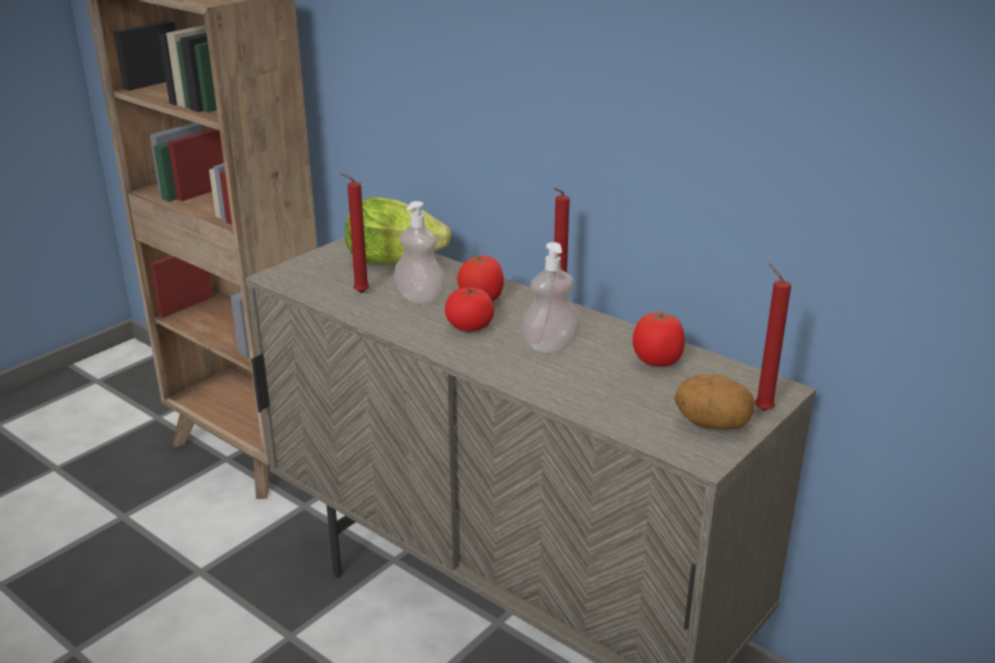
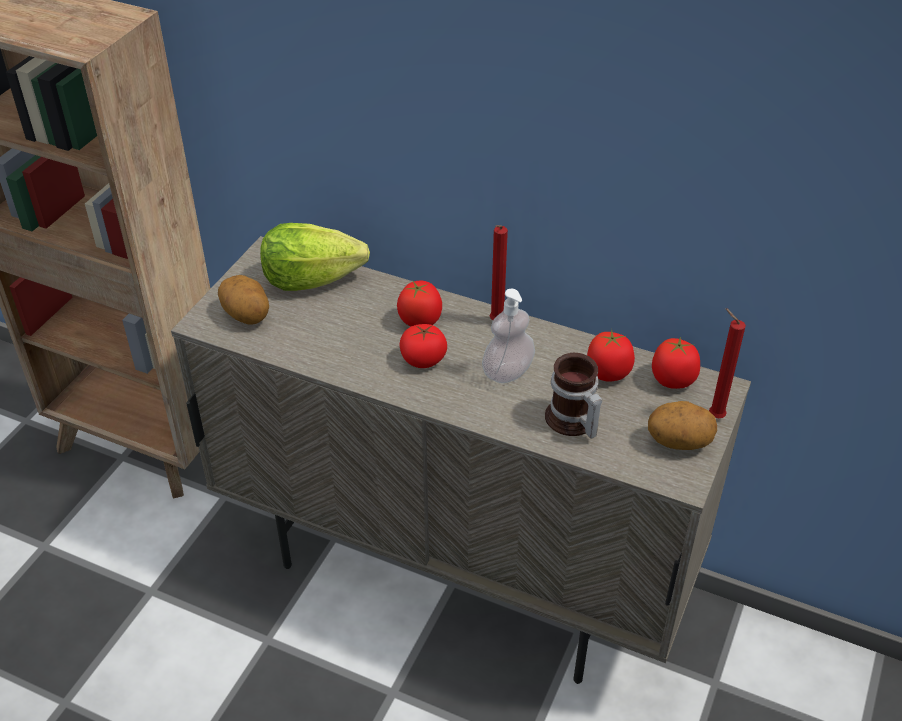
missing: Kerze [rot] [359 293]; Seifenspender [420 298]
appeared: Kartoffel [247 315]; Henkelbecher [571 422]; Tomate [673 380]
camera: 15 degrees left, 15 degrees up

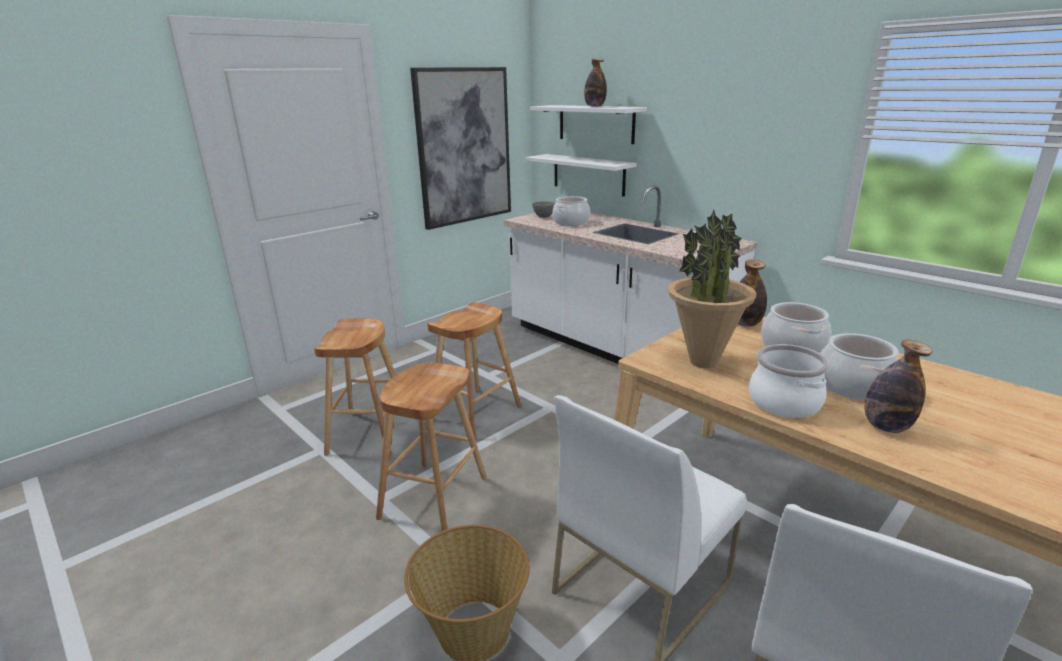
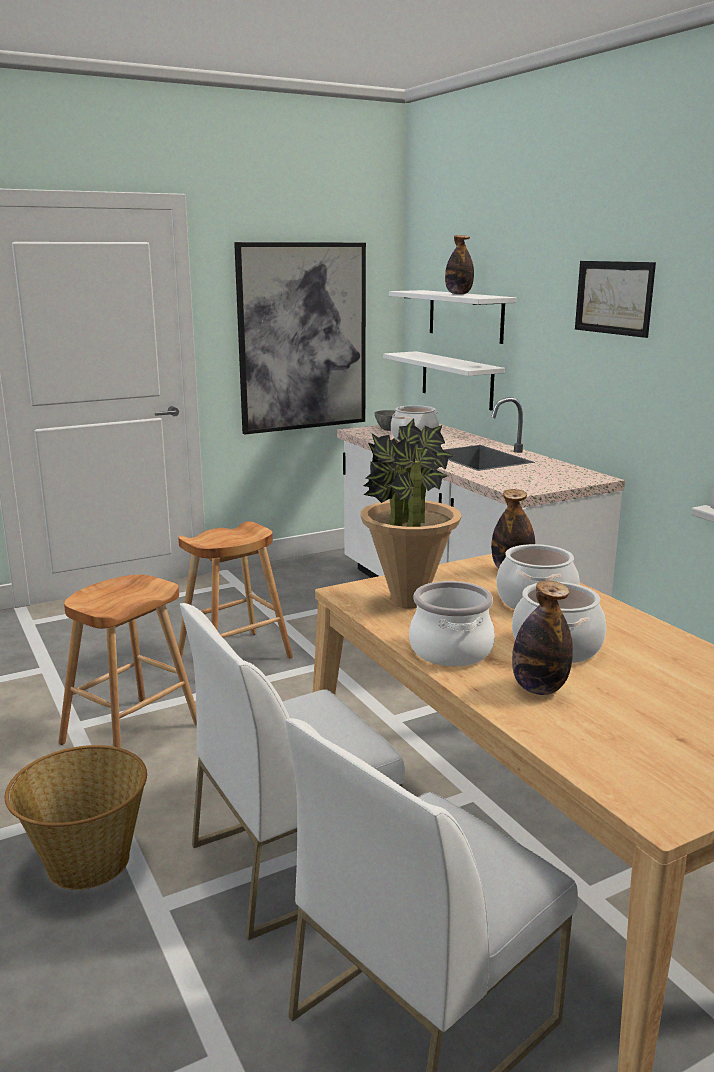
missing: Hocker [braun] [368 432]
appeared: Bild [614 297]
camera: 15 degrees right, 5 degrees down

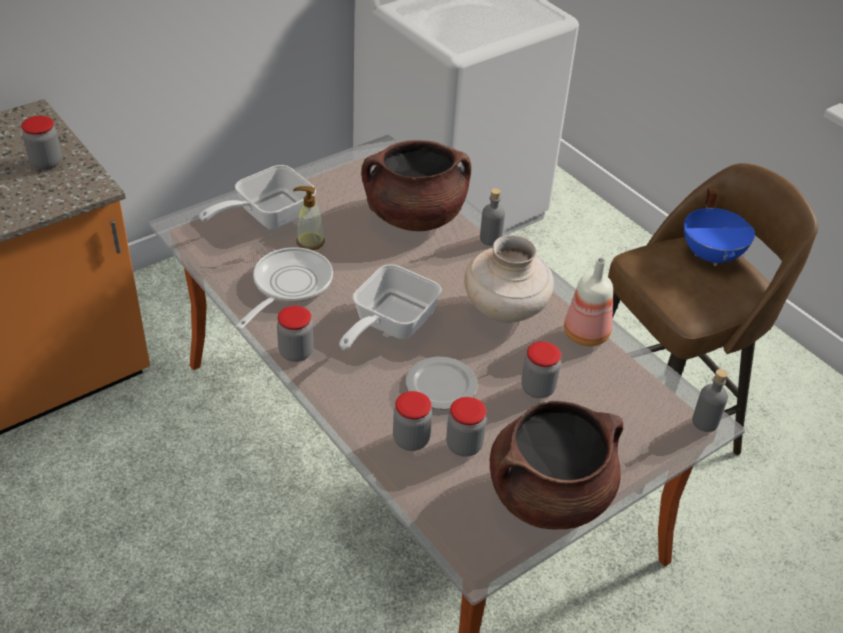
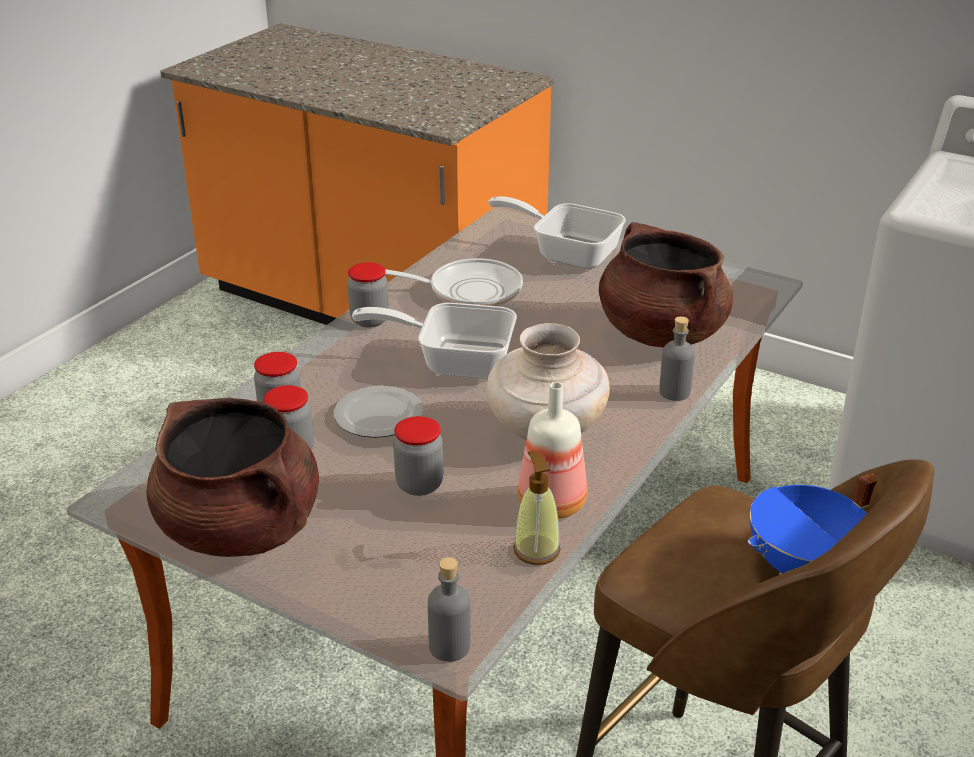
missing: Vorratsglas [46 163]
relocated: Seifenspender [310 242] to [536 550]
camera: 70 degrees right, 10 degrees down

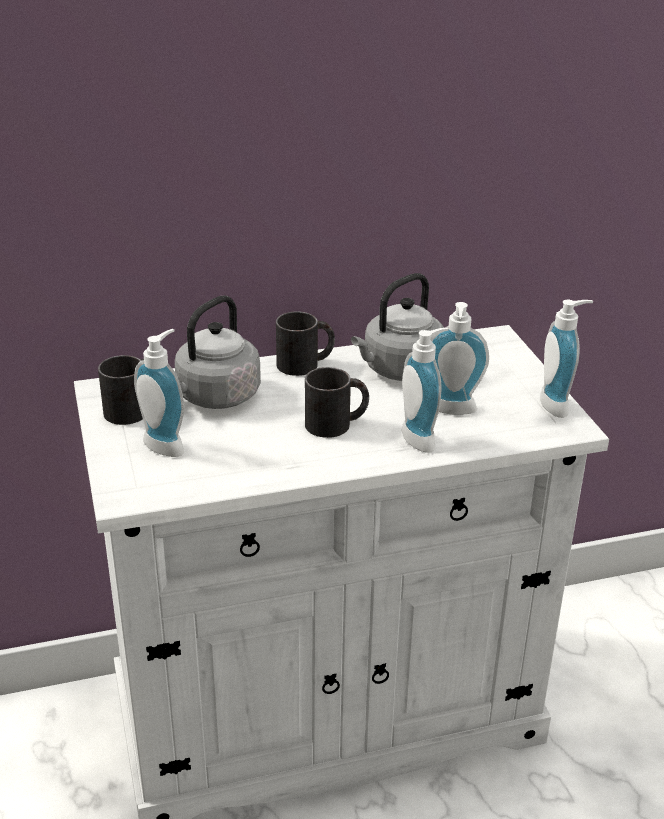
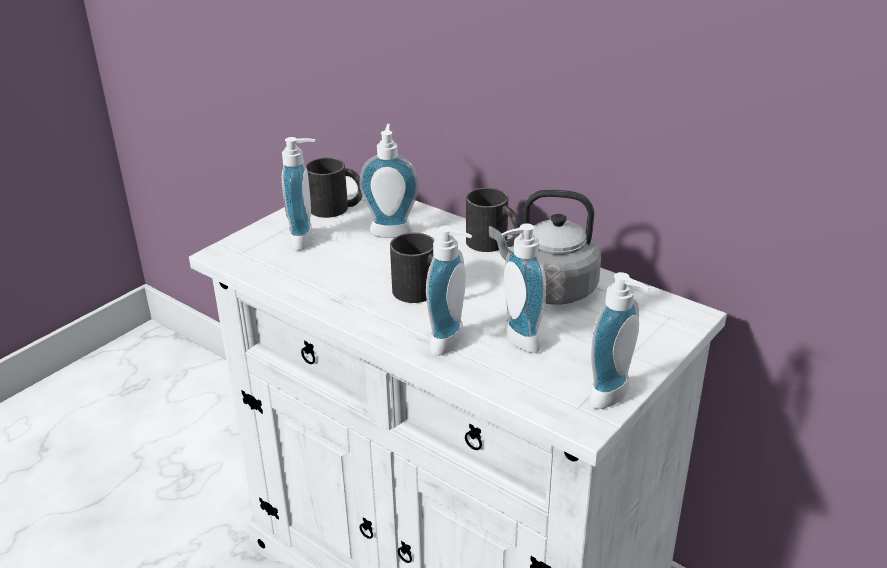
exchanged: Wasserkessel [grau] [215 397] to Seifenspender [391 230]
camera: 55 degrees right, 0 degrees up

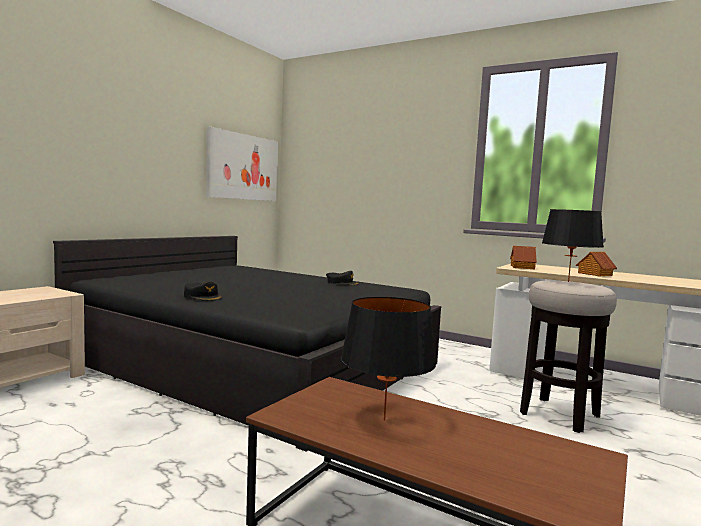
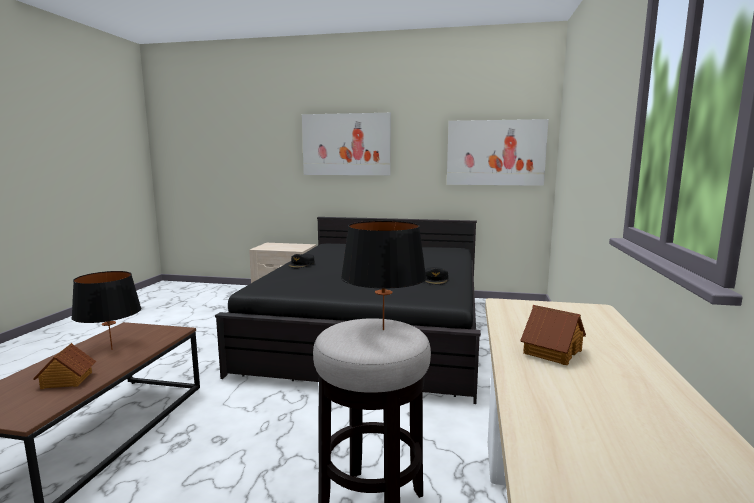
appeared: Bild [346 144]
relocated: Spielzeughaus [522 267] to [66 380]
camera: 70 degrees right, 5 degrees up

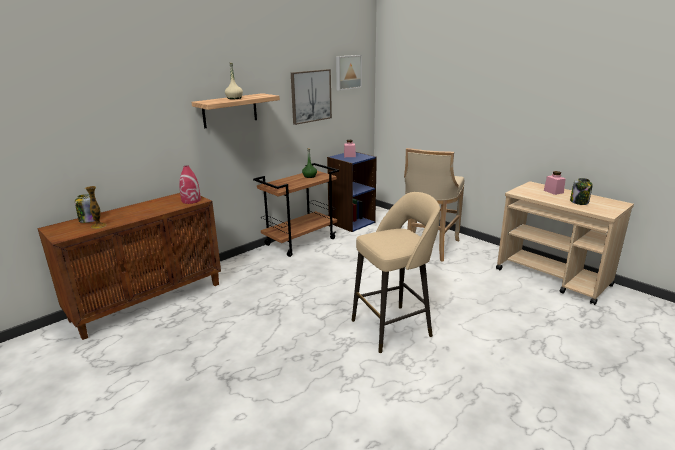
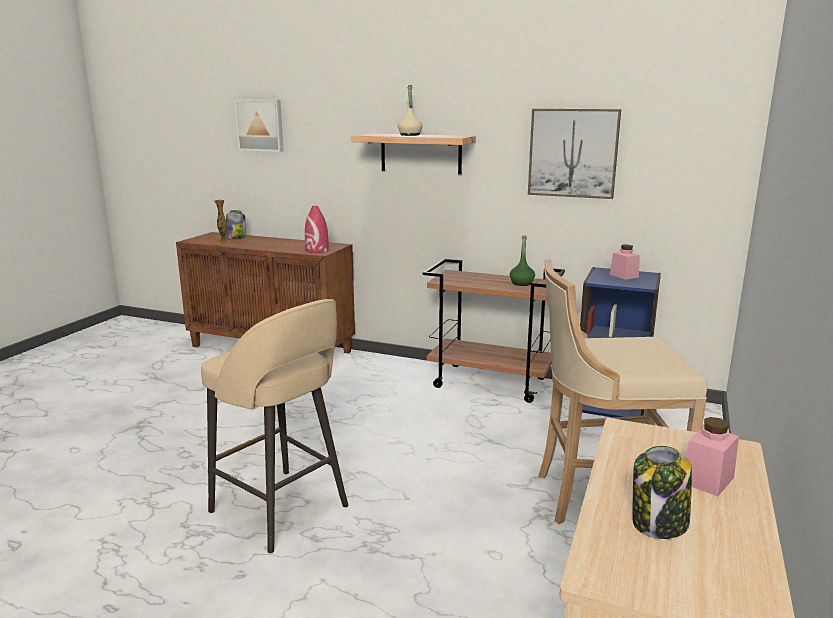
relocated: Bild [347 72] to [260 125]
camera: 65 degrees right, 5 degrees down

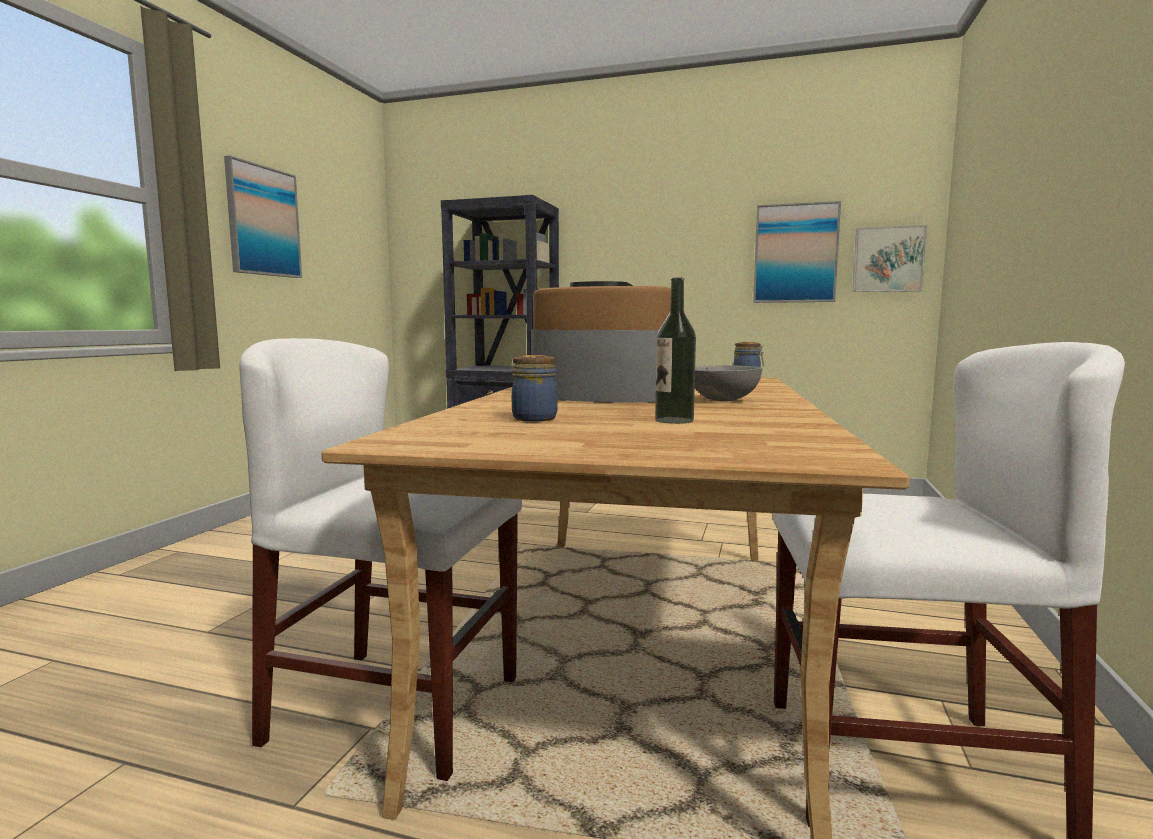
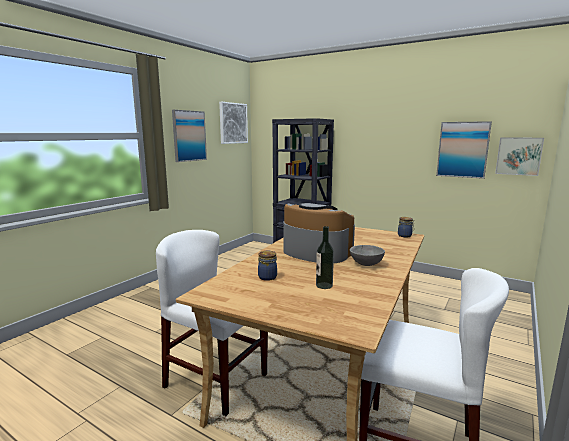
appeared: Bild [233 123]
camera: 15 degrees right, 5 degrees up

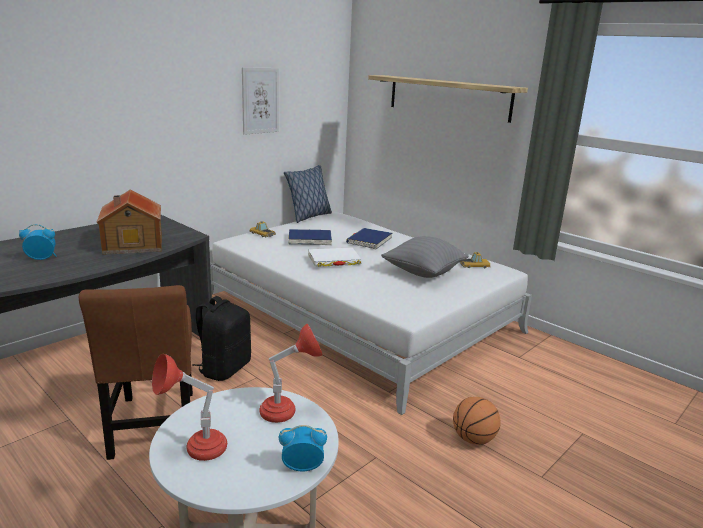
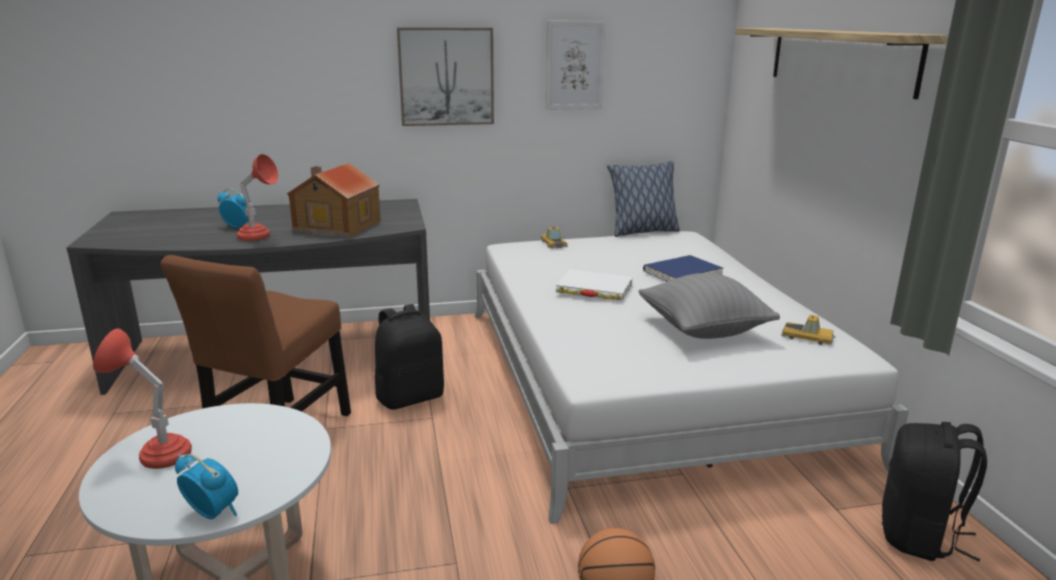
missing: Buch [blau] [310 239]
appeared: Bild [446 77]; Rucksack [schwarz] [919 536]
relocated: Tischlampe [rot] [288 412] to [260 238]
camera: 35 degrees right, 0 degrees up

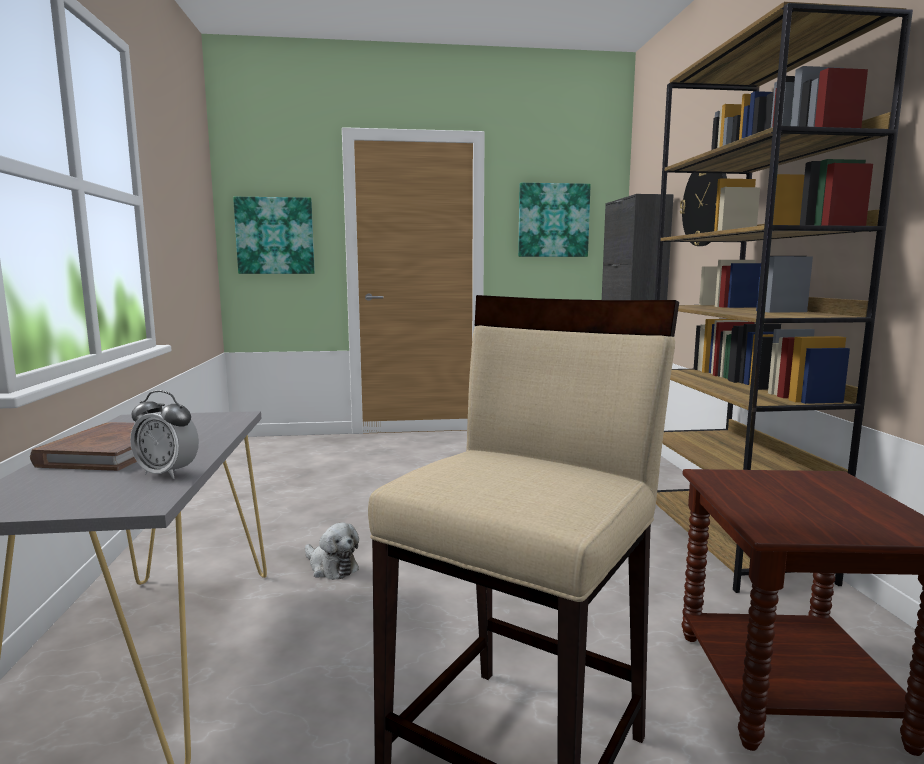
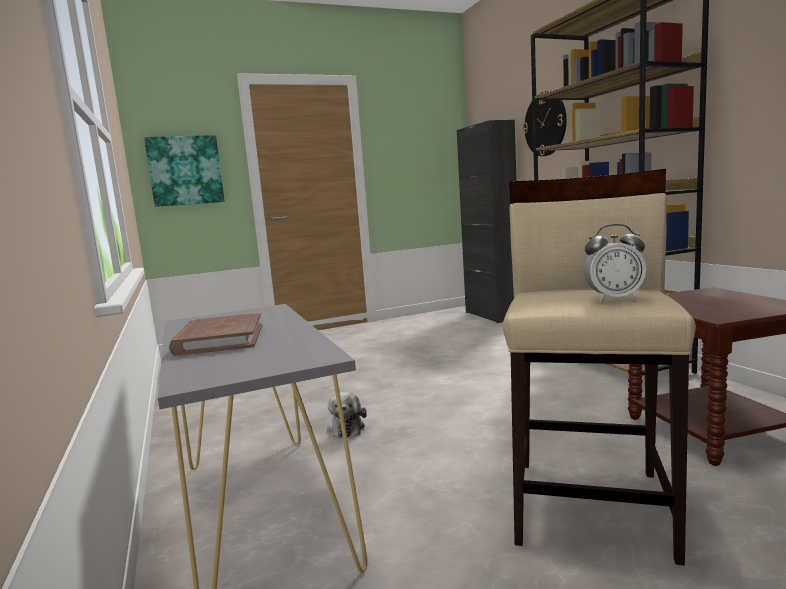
missing: Bild [553 220]
relocated: Wecker [167 473] to [614 299]
spun: Plüschtier [331 567] = [346 427] 60 degrees clockwise
camera: 15 degrees left, 0 degrees up

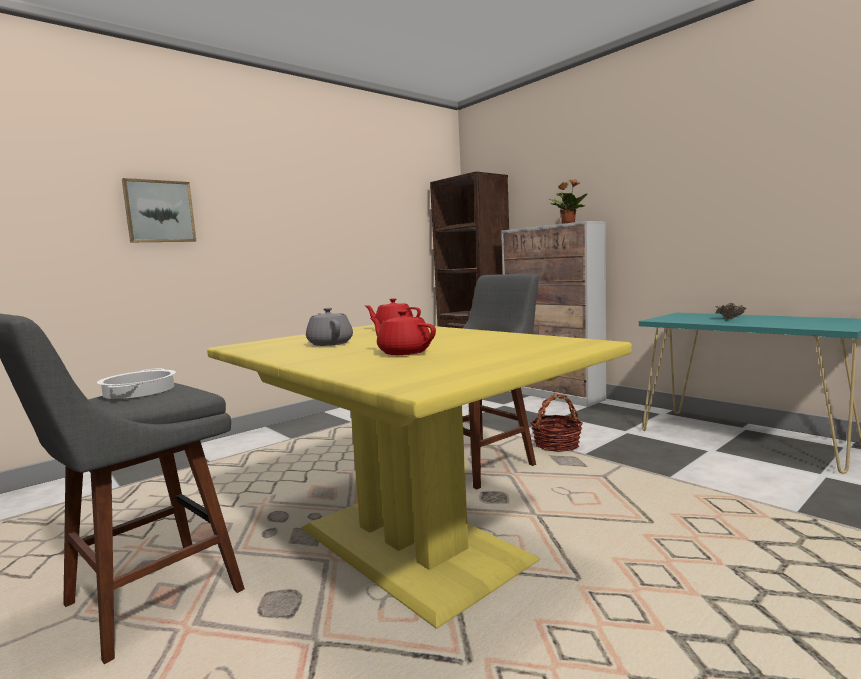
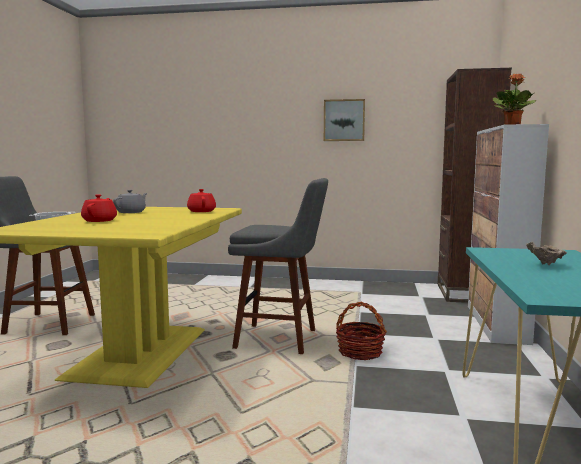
relocated: Bild [159 211] to [344 120]
camera: 50 degrees right, 0 degrees up

